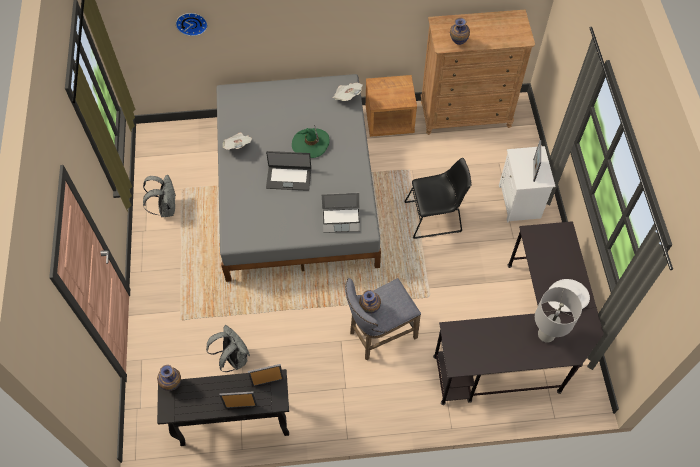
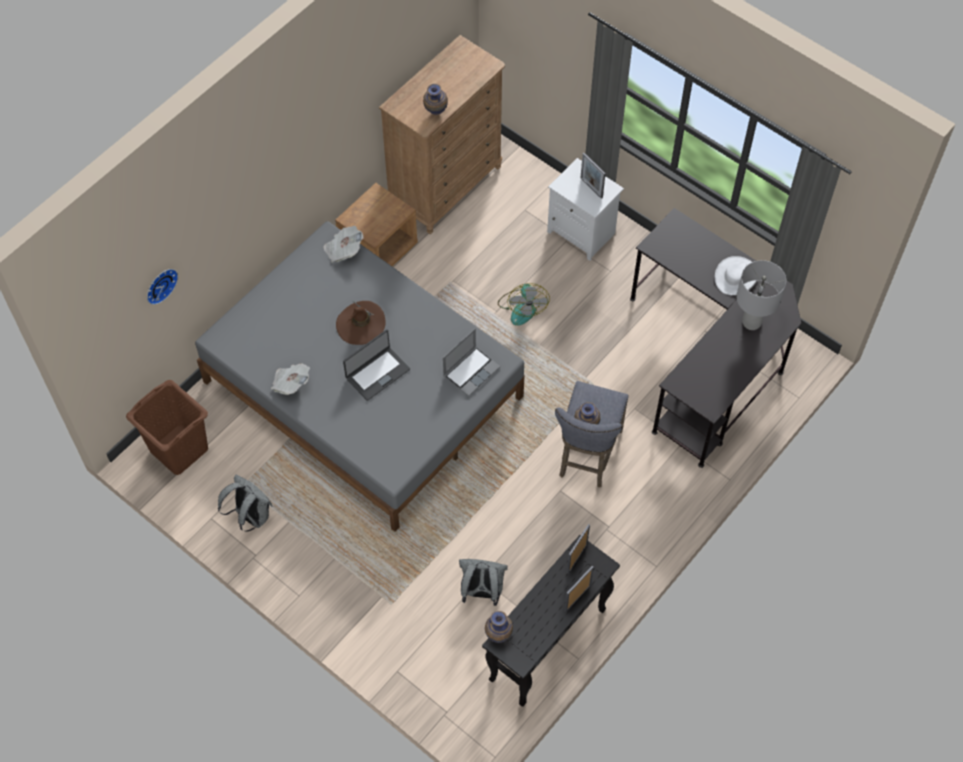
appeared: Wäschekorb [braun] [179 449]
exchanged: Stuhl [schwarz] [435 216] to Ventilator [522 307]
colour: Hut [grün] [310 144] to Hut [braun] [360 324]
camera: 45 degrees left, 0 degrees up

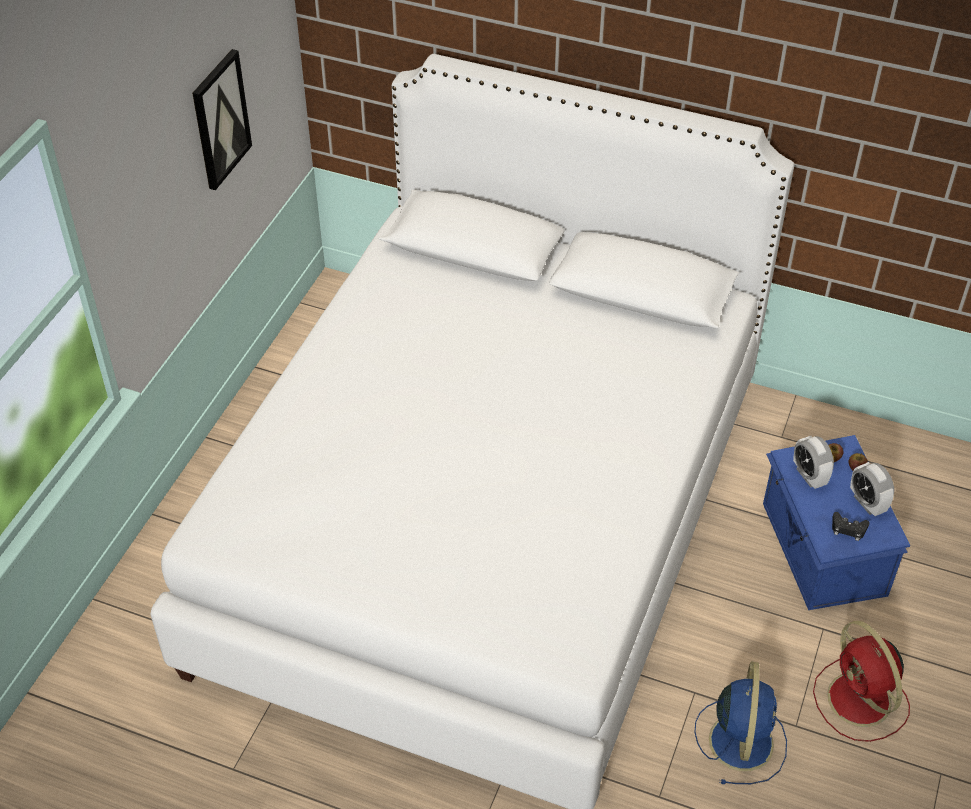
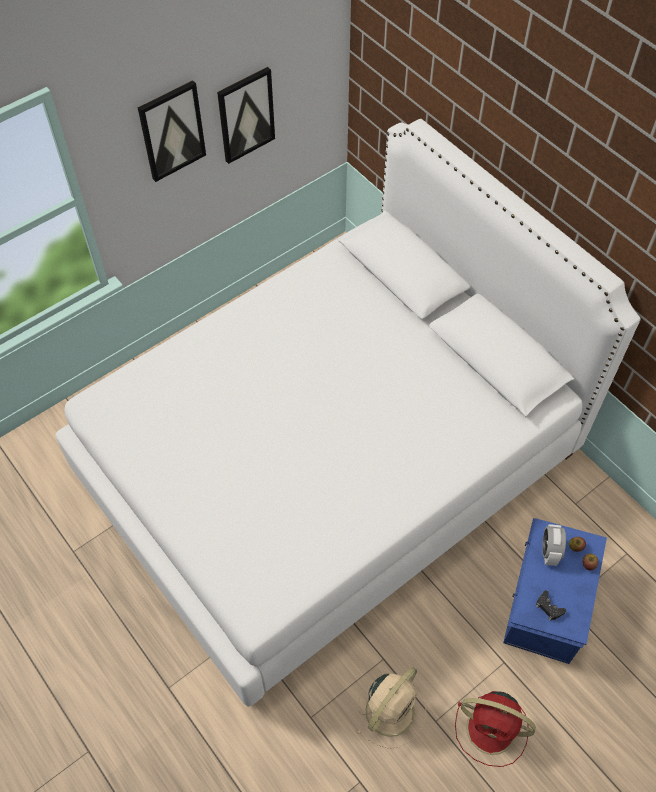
missing: Wecker [867 503]
appeared: Bild [172 131]
colour: Ventilator [blau] [741 739] to Ventilator [beige] [391 709]
spun: Ventilator [rot] [860 701] = [493 730] 75 degrees counterclockwise
camera: 30 degrees right, 10 degrees up

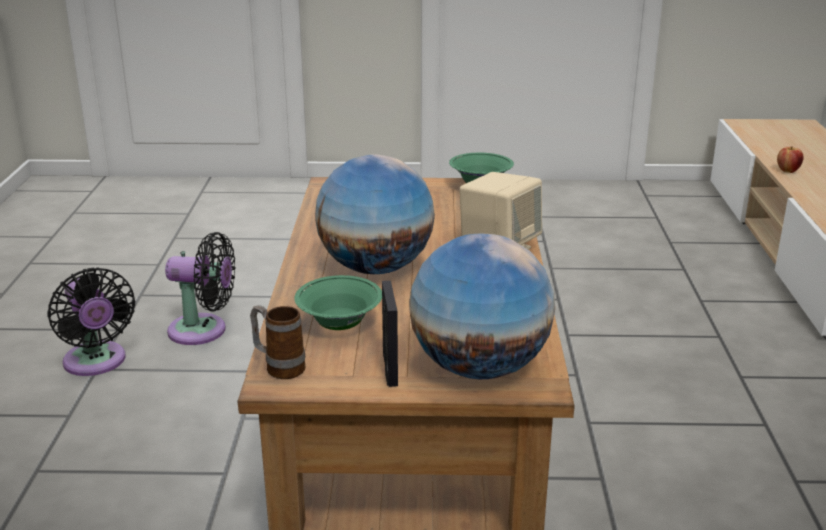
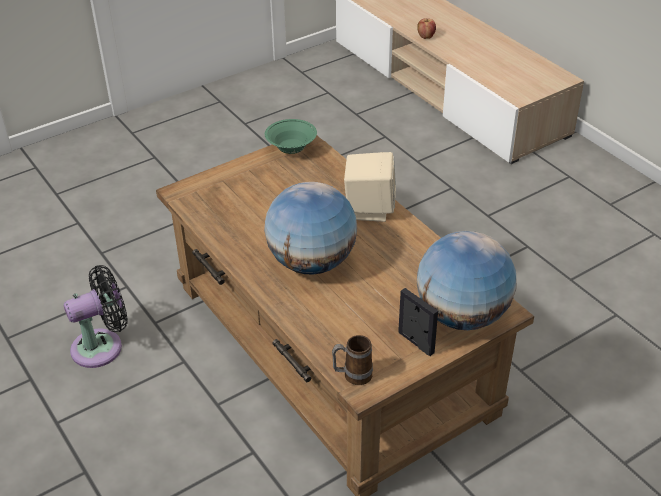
missing: Ventilator [schwarz] [96 363]; Schüssel [grün] [339 325]
camera: 35 degrees left, 15 degrees up

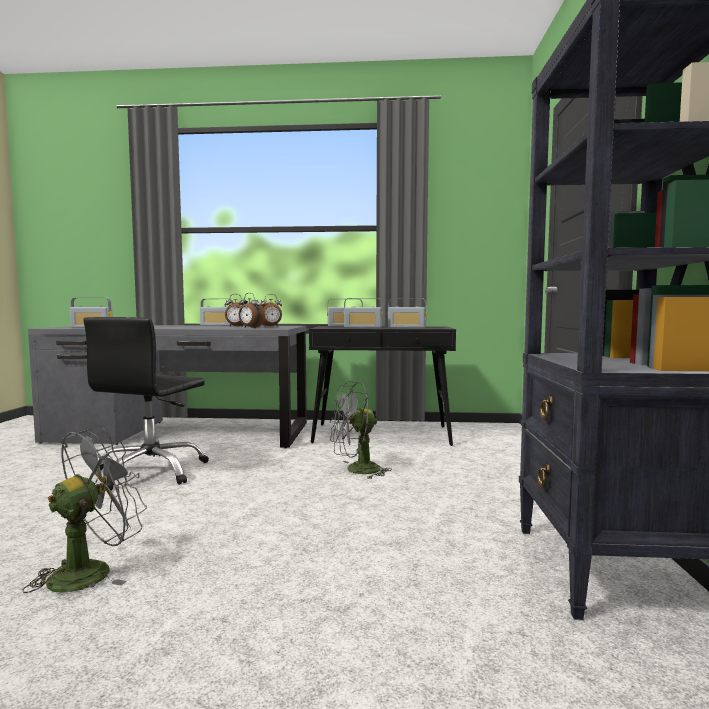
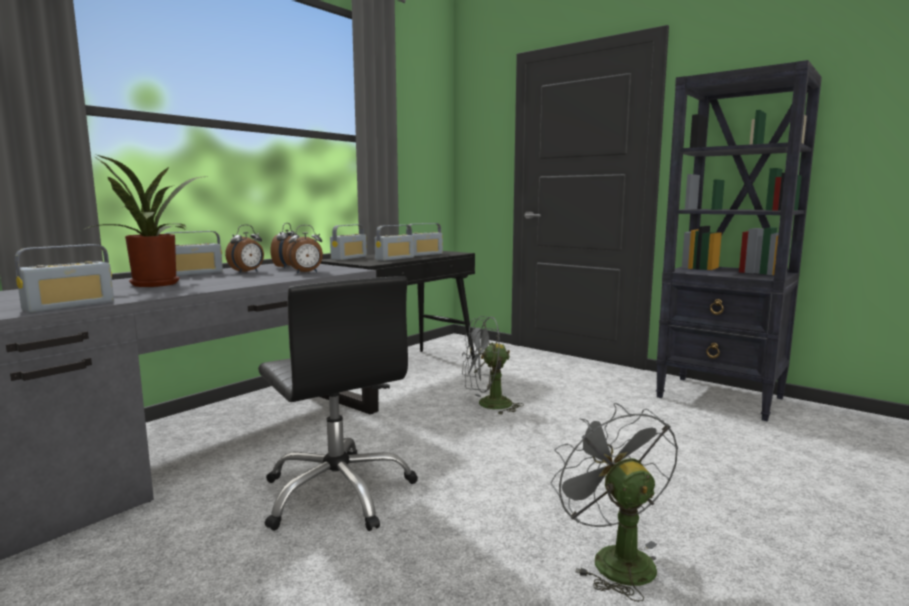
appeared: Topfpflanze [156 284]
spun: Ventilator [grau] [356 470] = [487 405] 60 degrees clockwise
camera: 55 degrees left, 5 degrees up

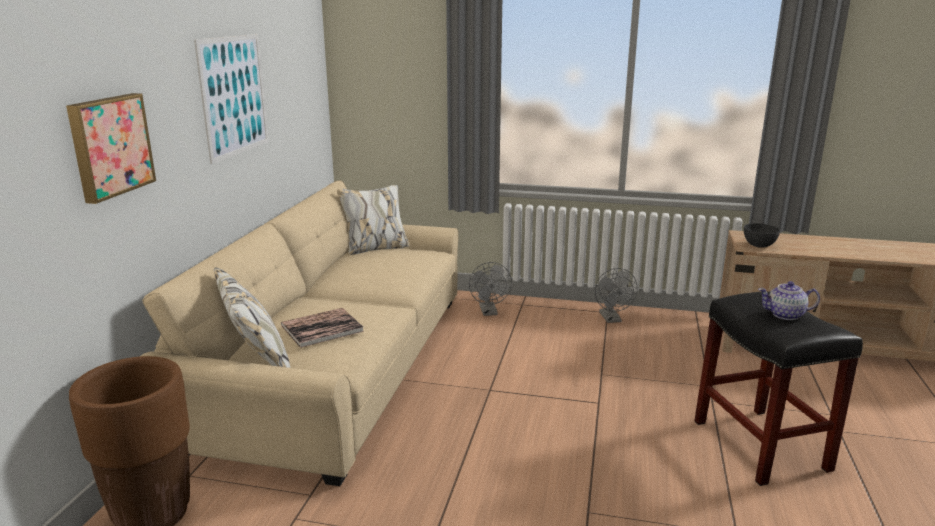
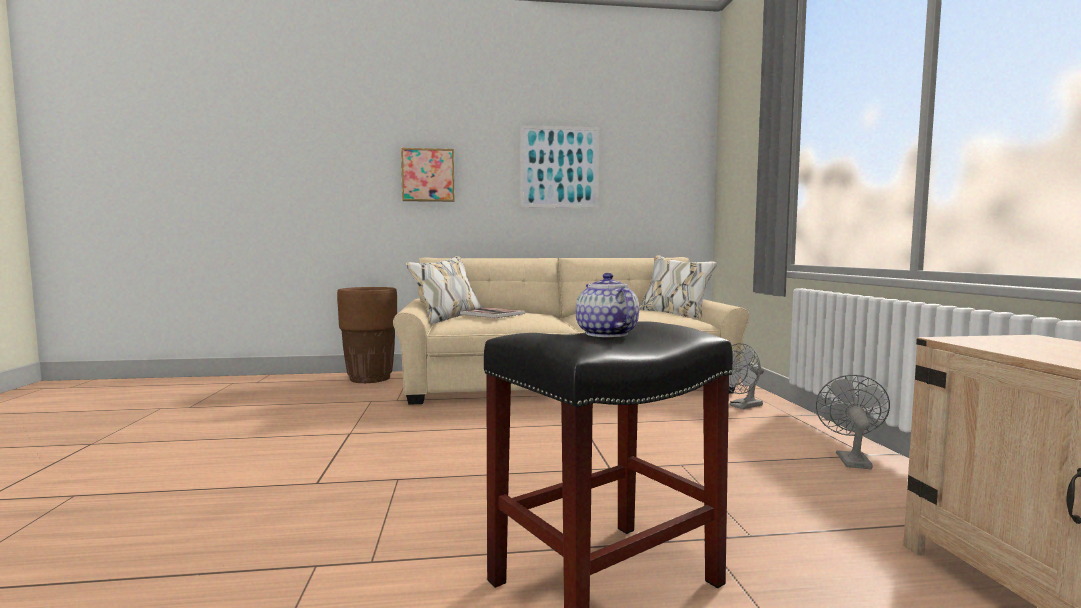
missing: Schüssel [grau] [759 245]
spun: Ventilator [grau] [612 319] = [850 459] 135 degrees clockwise
camera: 70 degrees right, 15 degrees down

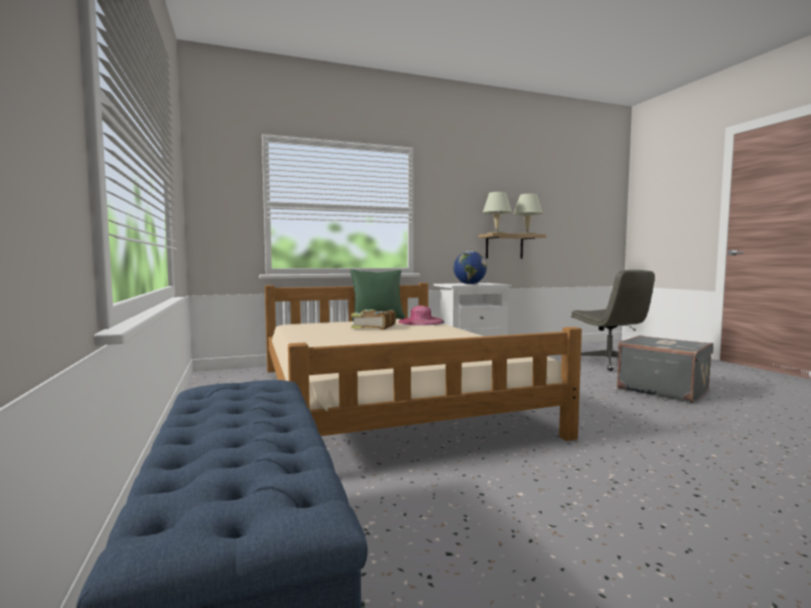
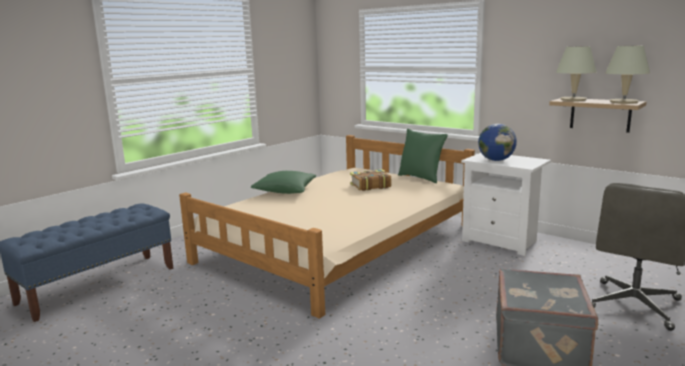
missing: Hut [rosa] [421 322]
appeared: Kissen [grün] [285 191]
camera: 60 degrees right, 10 degrees up

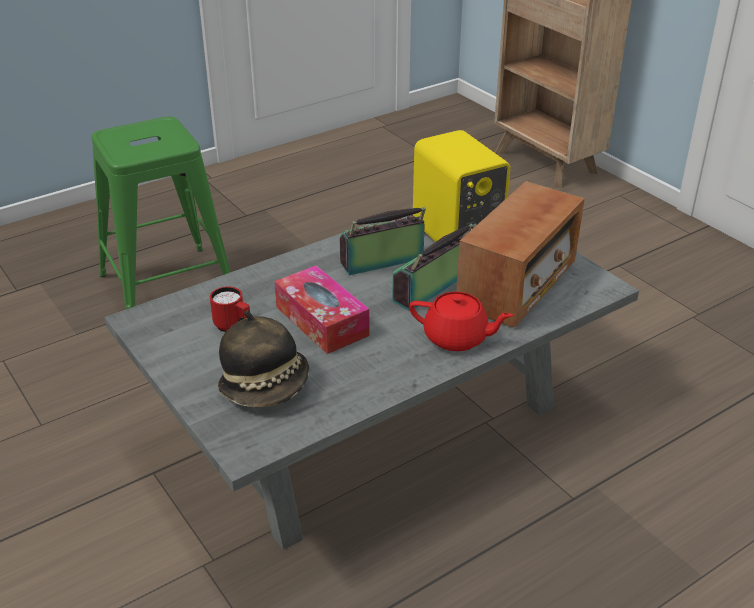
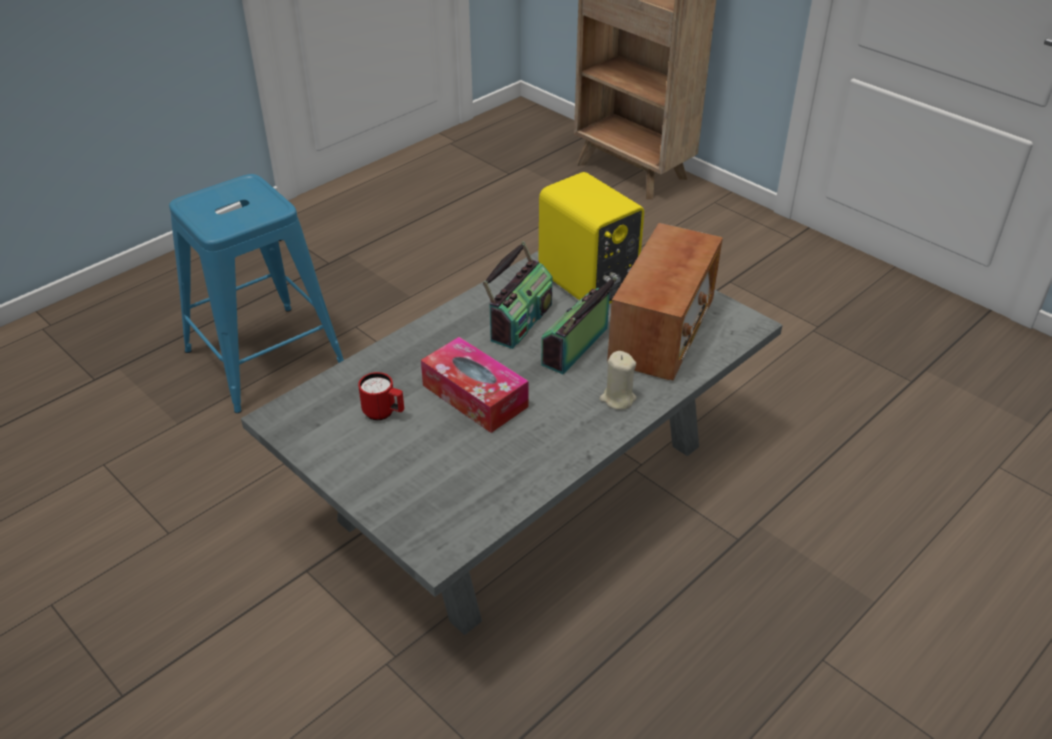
missing: Hut [266 386]
exchanged: Teekanne [rot] [457 338] to Kerze [beige] [617 399]
colour: Hocker [grün] [168 287] to Hocker [blau] [265 357]
spun: Radio [383 262] = [519 321] 150 degrees clockwise
camera: 10 degrees left, 5 degrees up

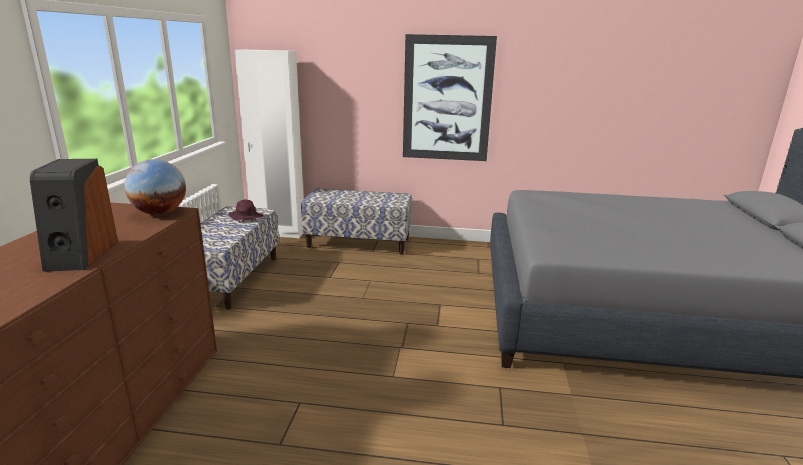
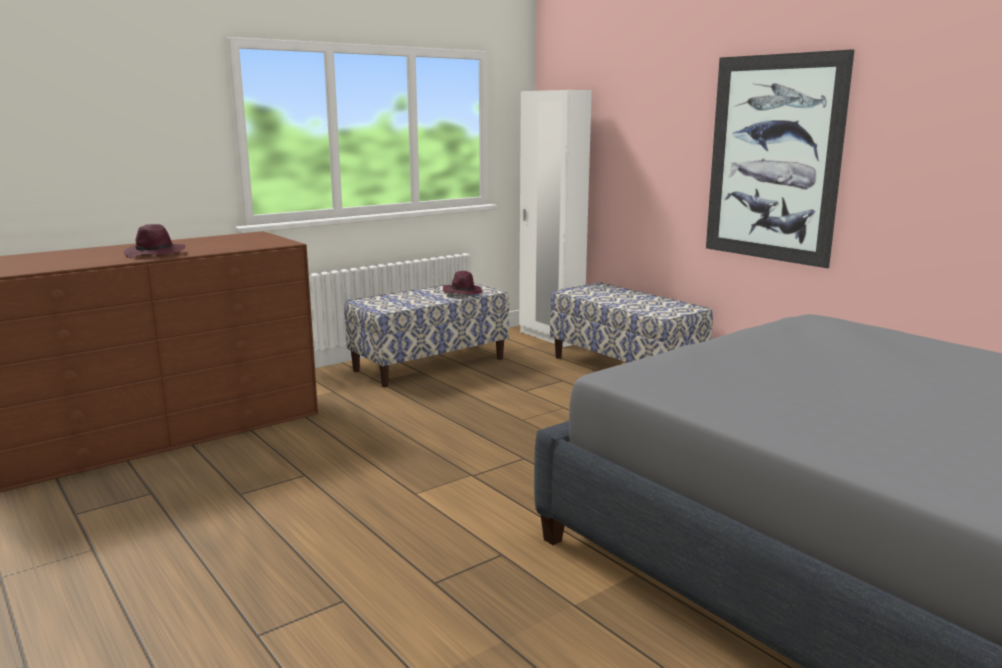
missing: Globus [160 213]
exchanged: Lautsprecher [81 255] to Hut [lila] [155 254]
camera: 45 degrees right, 5 degrees down

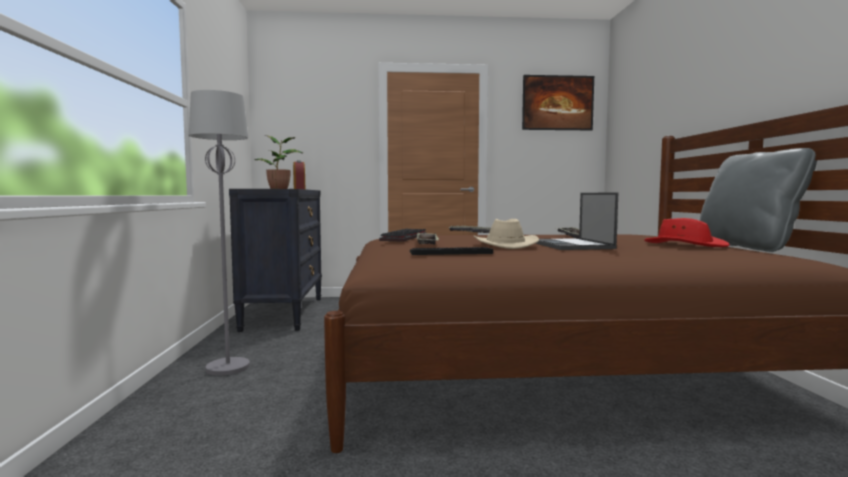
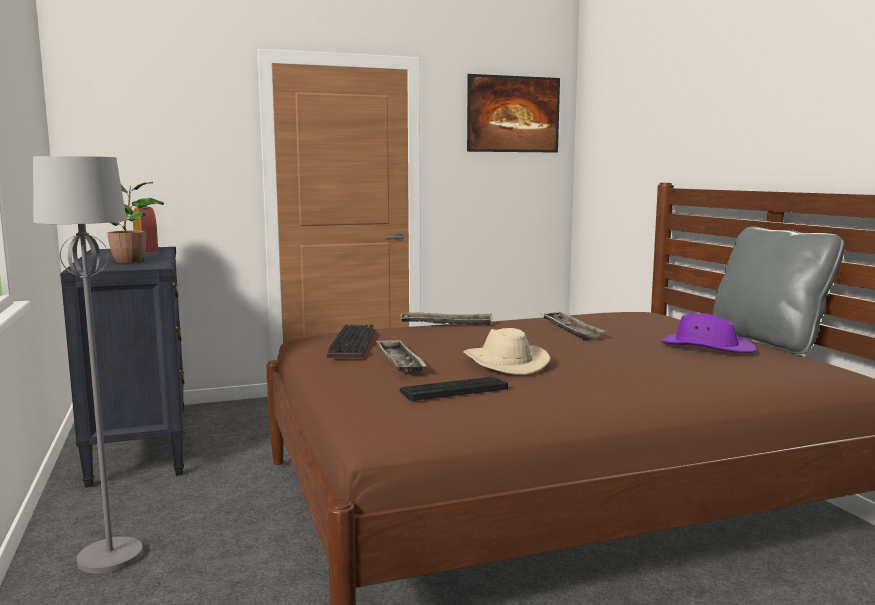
missing: Laptop [572 245]
colour: Hut [rot] [684 245] to Hut [lila] [706 347]
camera: 15 degrees left, 5 degrees up

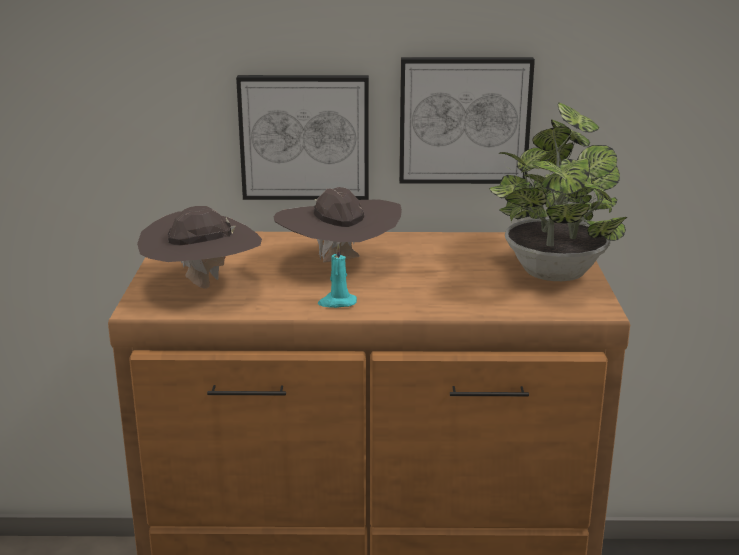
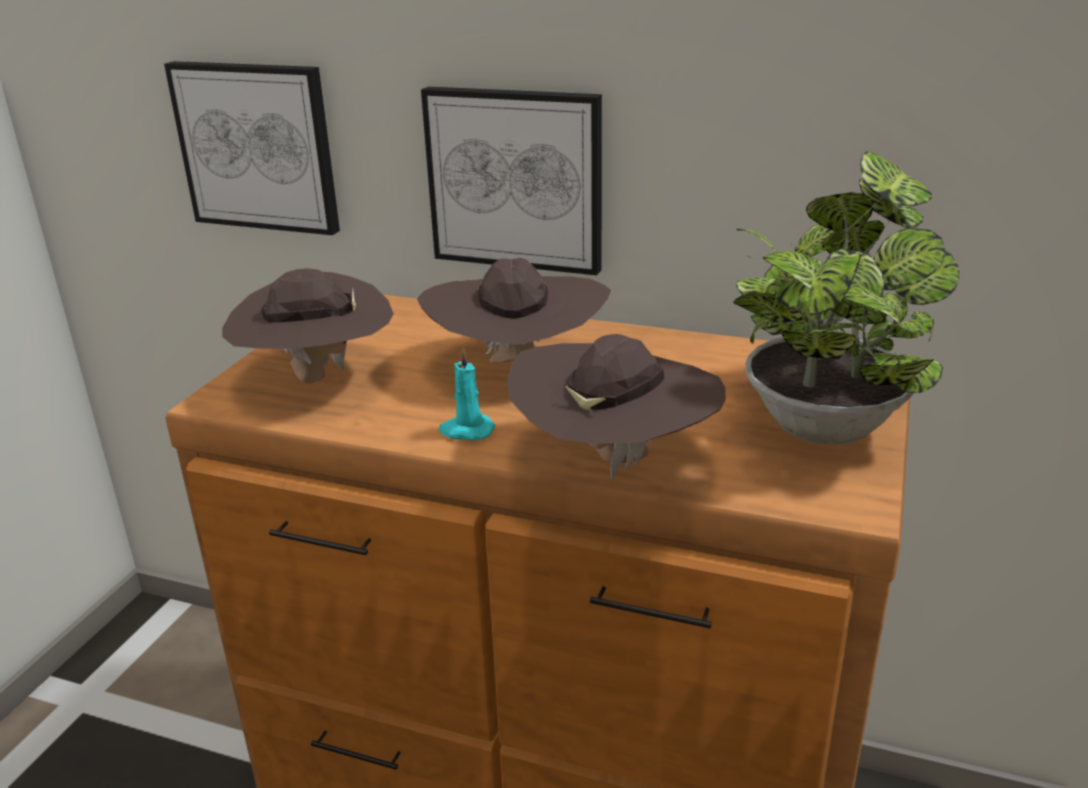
appeared: Hut [braun] [614 461]
relocated: Bild [464 120] to [257 147]
camera: 20 degrees right, 5 degrees up

